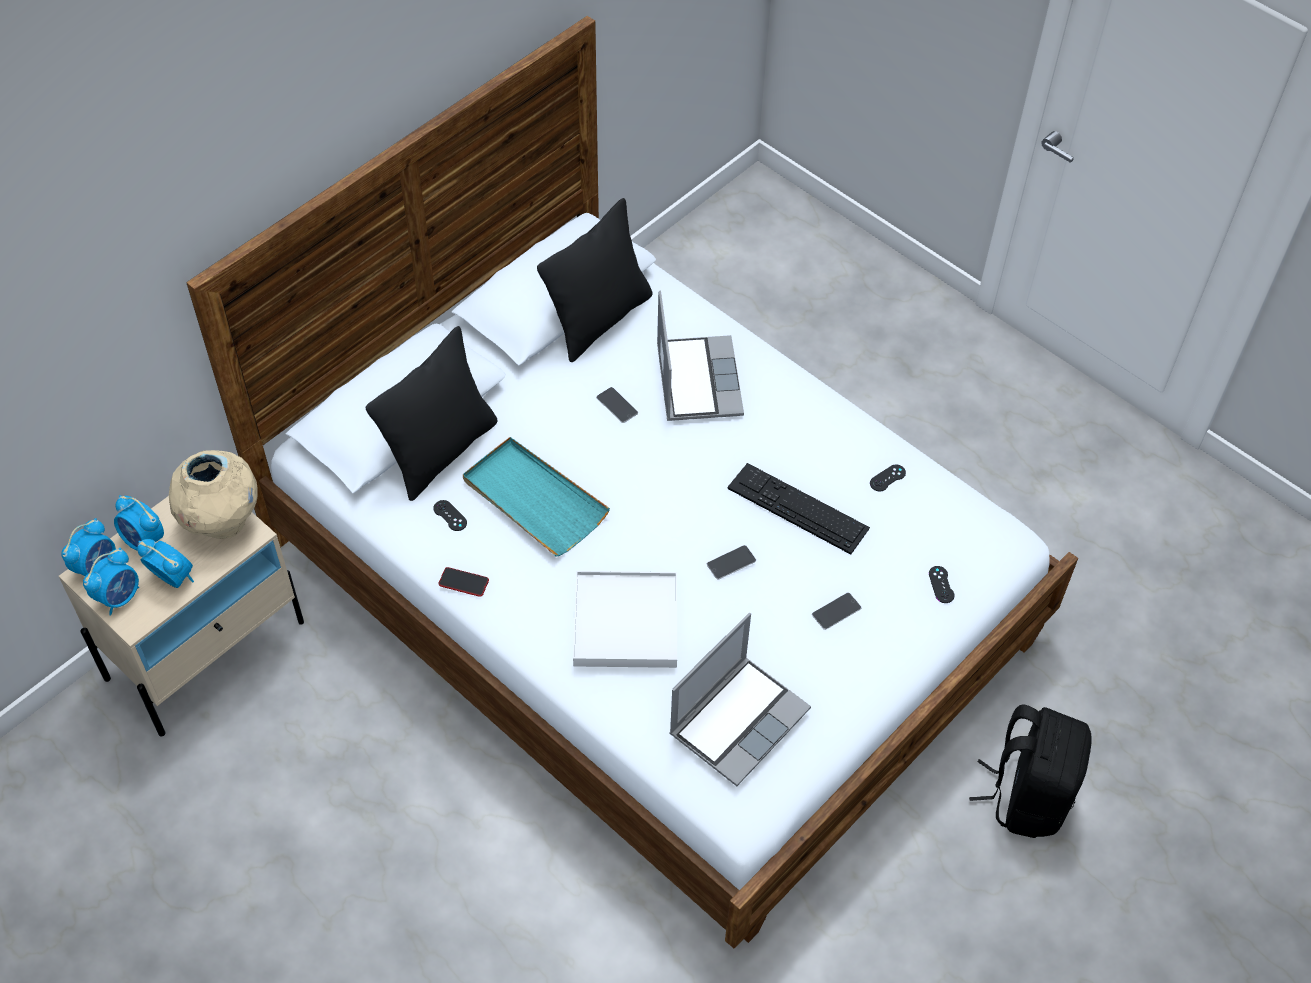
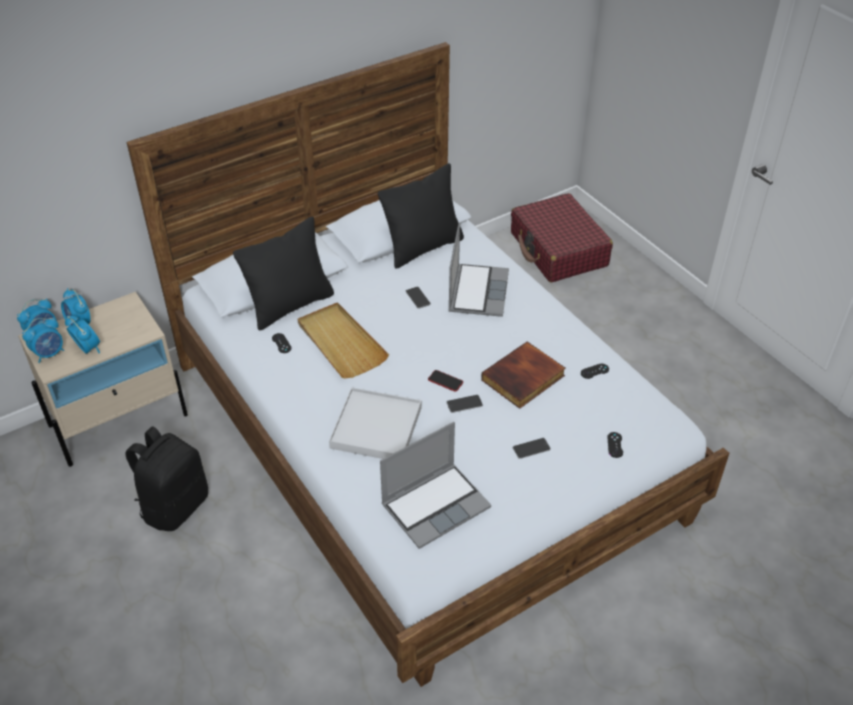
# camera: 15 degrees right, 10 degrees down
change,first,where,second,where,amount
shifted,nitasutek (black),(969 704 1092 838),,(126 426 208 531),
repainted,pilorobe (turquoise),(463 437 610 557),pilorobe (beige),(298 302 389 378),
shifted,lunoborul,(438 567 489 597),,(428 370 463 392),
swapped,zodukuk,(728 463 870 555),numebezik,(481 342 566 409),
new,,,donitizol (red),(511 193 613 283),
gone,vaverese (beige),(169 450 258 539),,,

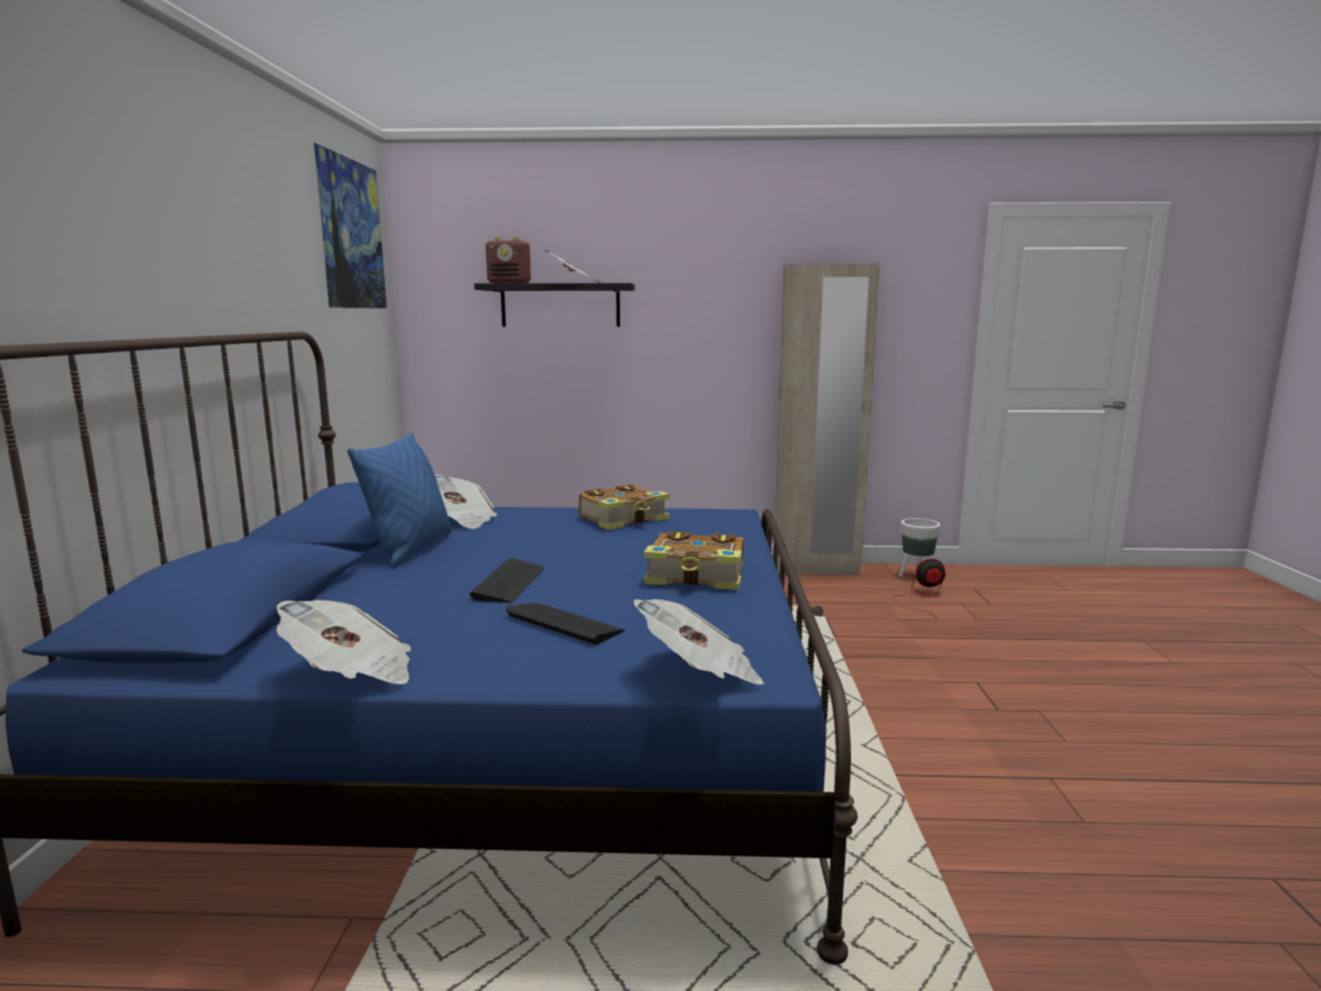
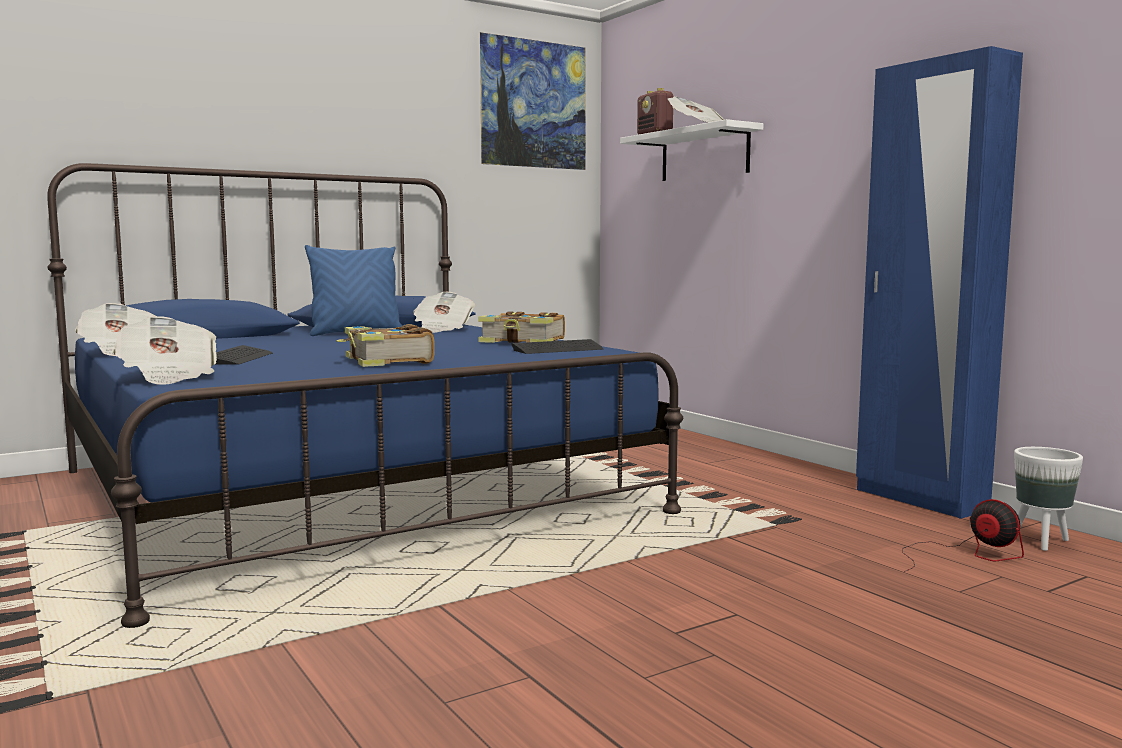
# camera: 55 degrees right, 5 degrees down
change,first,where,second,where,amount
shifted,zodukuk,(469 558 545 603),,(512 339 603 354),
repainted,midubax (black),(474 283 635 327),midubax (white),(620 119 763 181),
repainted,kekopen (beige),(775 263 880 575),kekopen (blue),(856 46 1023 519),

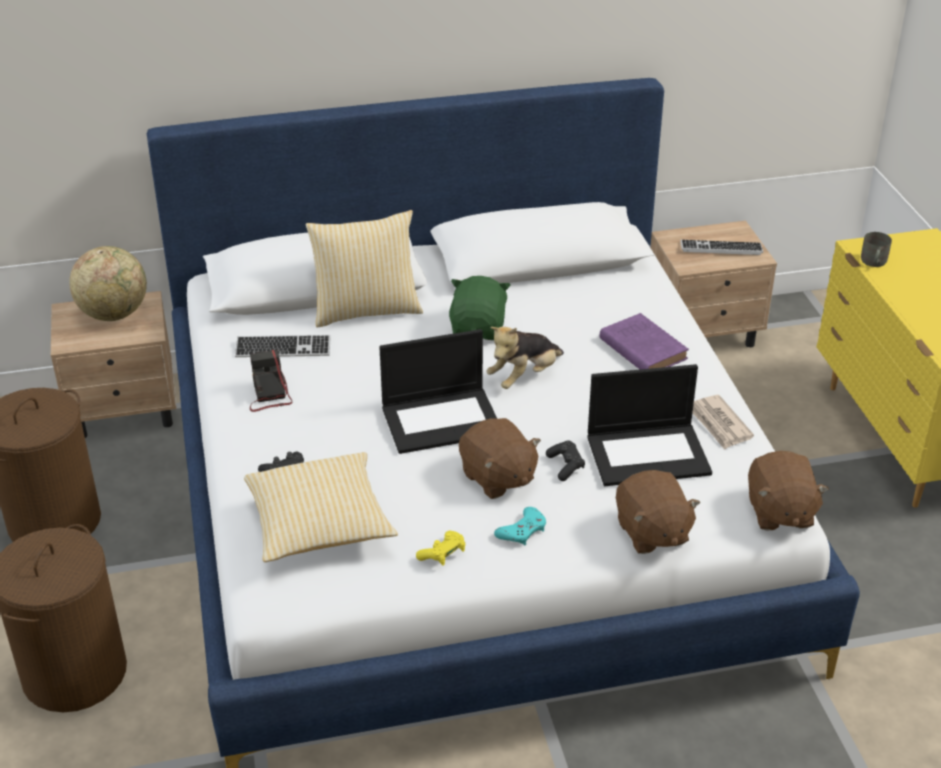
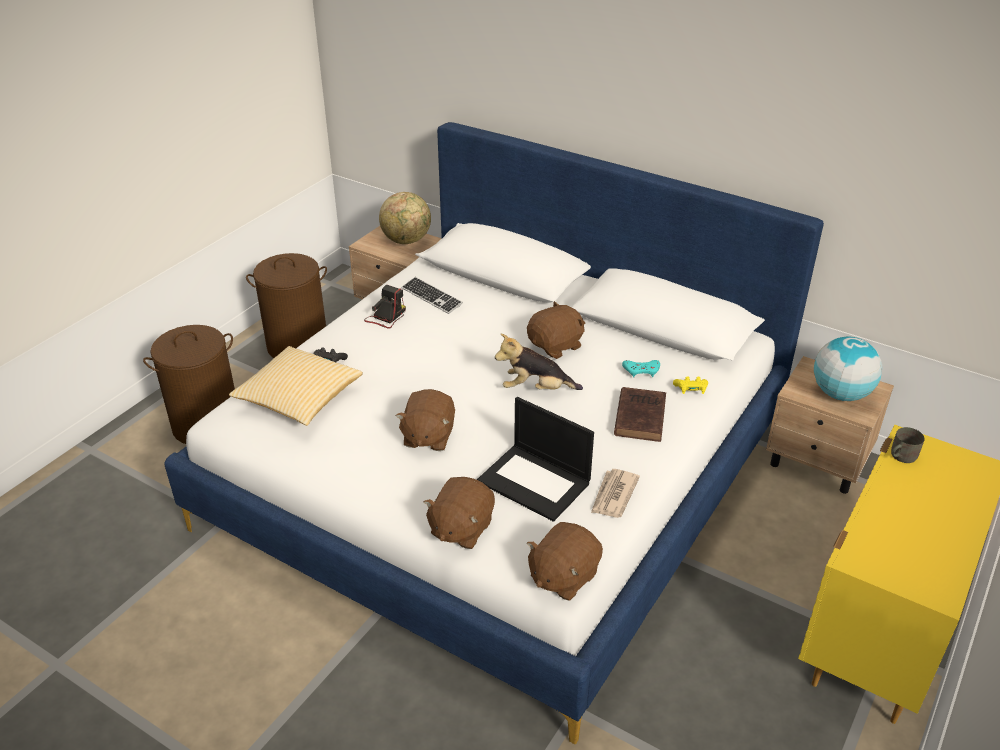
# camera: 45 degrees right, 0 degrees up
change,first,where,second,where,amount
repainted,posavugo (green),(449 276 510 340),posavugo (brown),(527 301 586 359),
repainted,numebezik (purple),(600 313 689 369),numebezik (brown),(614 387 666 442),
shifted,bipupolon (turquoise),(494 507 546 545),,(622 360 660 377),
shifted,bipupolon (yellow),(416 531 465 566),,(673 376 708 394),
swapped,zodukuk,(680 240 763 255),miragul,(814 336 882 401),
gone,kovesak,(306 210 423 328),,,
gone,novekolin,(379 329 497 454),,,
gone,bipupolon (black),(546 440 585 481),,,

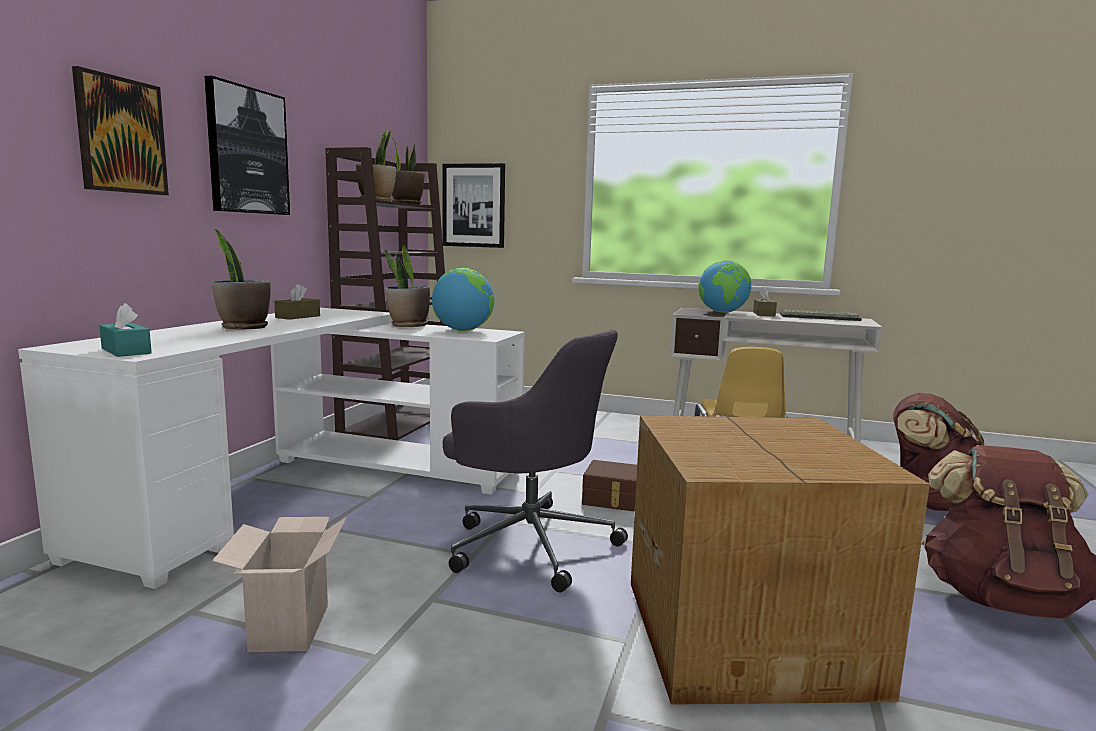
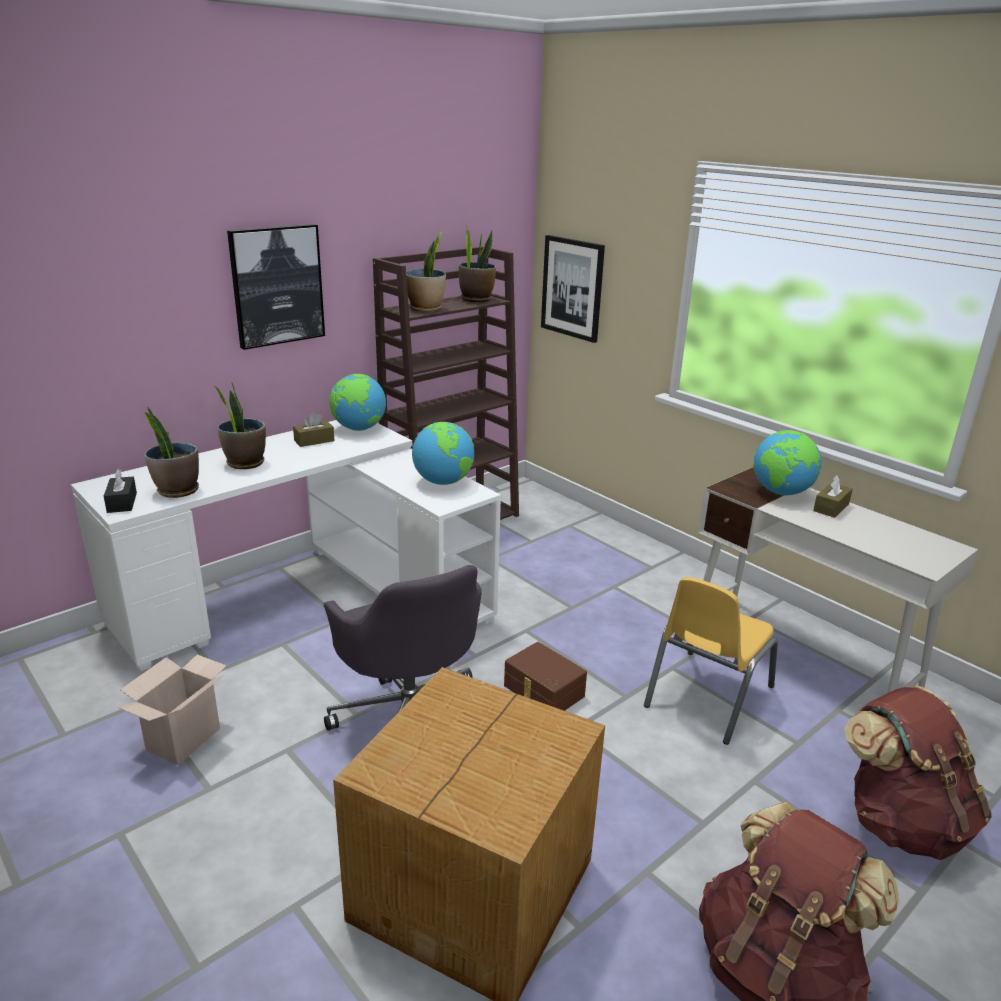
# camera: 30 degrees right, 15 degrees up
change,first,where,second,where,amount
repainted,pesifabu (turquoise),(99 303 152 357),pesifabu (black),(104 469 137 513),
shifted,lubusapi,(385 244 430 327),,(144 406 199 498),
new,,,miragul,(329 374 386 431),
gone,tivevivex,(72 66 169 195),,,
gone,zodukuk,(780 309 862 321),,,

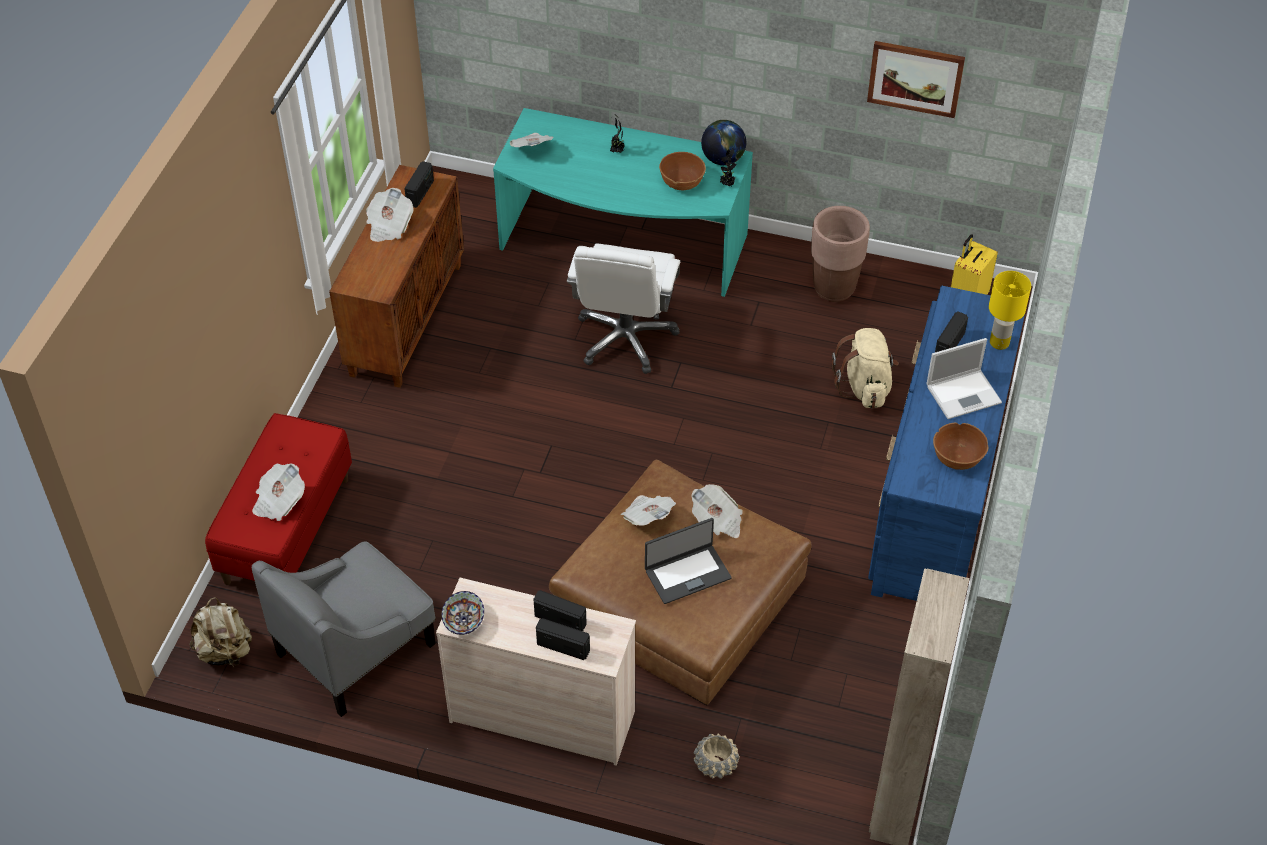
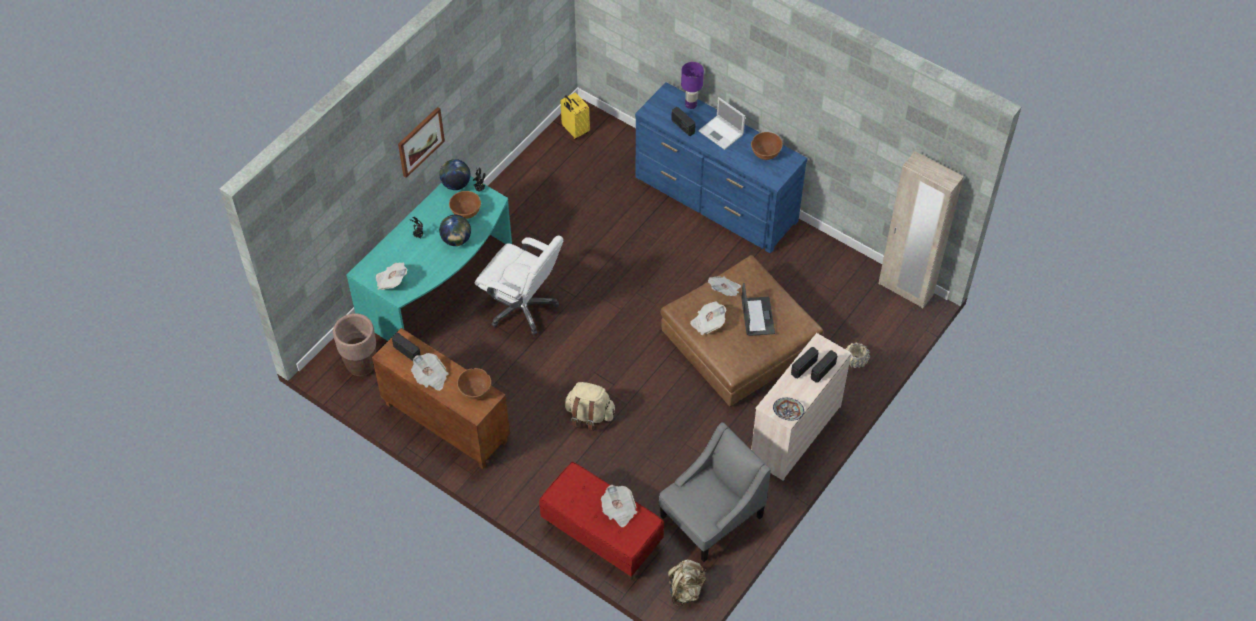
# camera: 70 degrees left, 5 degrees up
change,first,where,second,where,amount
shifted,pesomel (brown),(811 206 870 302),,(333 313 376 376),
shifted,tivevivex,(867 41 965 118),,(398 107 445 178),
new,,,miragul,(439 215 471 246),
new,,,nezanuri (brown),(457 368 491 399),
shifted,nitasutek (beige),(832 328 899 409),,(564 382 615 431),
rotated,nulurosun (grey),(252 542 436 717),,(659 422 771 562),105 degrees counterclockwise
repainted,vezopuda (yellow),(989 271 1031 350),vezopuda (purple),(681 62 704 109),
rotated,novekolin,(927 338 1002 419),,(698 97 745 150),135 degrees clockwise

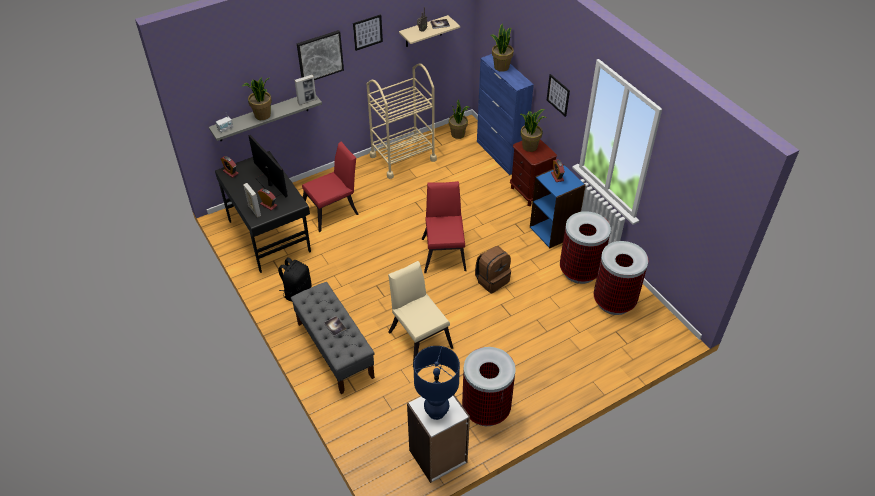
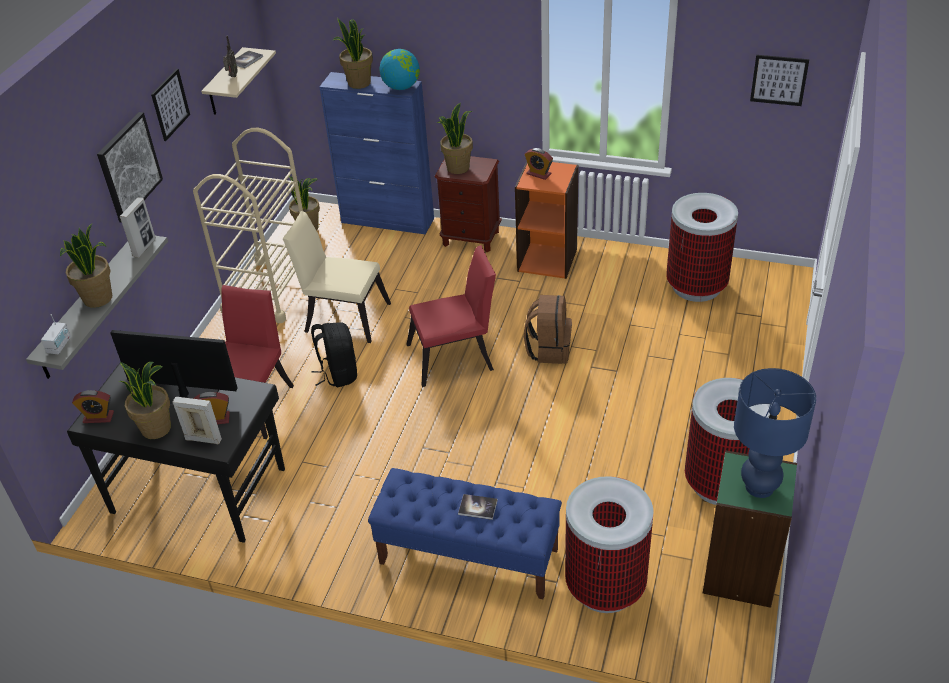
# camera: 40 degrees left, 5 degrees down
change,first,where,second,where,amount
new,,,lubusapi,(119 362 171 439),
shifted,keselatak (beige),(388 261 453 364),,(283 211 391 343),
shifted,nitasutek (black),(278 257 311 302),,(311 322 357 387),
repainted,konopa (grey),(291 282 375 394),konopa (blue),(368 468 562 599),
new,,,miragul,(380 49 420 90),
rotated,keselatak (red),(422 181 466 273),,(406 245 496 387),120 degrees clockwise
repainted,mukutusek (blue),(530 164 586 248),mukutusek (orange),(515 161 579 279),
shifted,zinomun,(560 211 611 284),,(565 476 654 613),
repainted,mukutusek (white),(407 395 470 483),mukutusek (green),(703 450 797 608),
shifted,tivevivex,(547 74 570 117),,(750 55 809 106),

